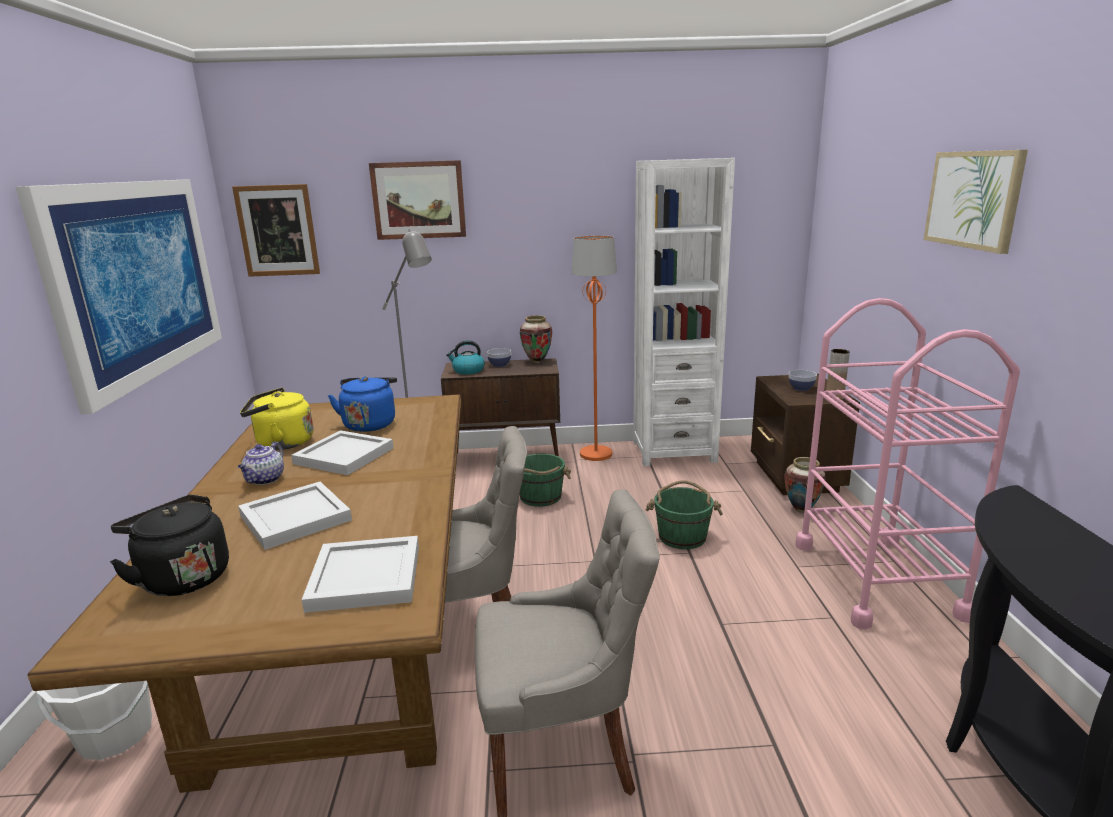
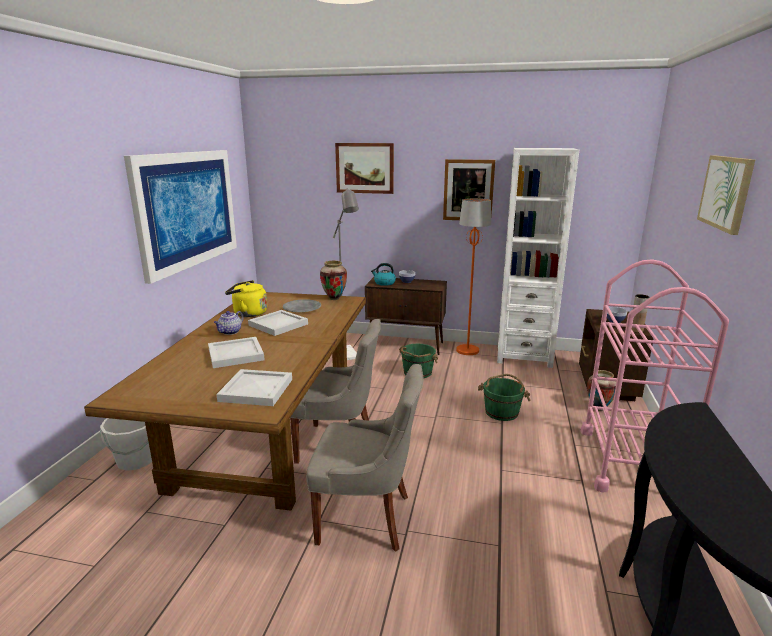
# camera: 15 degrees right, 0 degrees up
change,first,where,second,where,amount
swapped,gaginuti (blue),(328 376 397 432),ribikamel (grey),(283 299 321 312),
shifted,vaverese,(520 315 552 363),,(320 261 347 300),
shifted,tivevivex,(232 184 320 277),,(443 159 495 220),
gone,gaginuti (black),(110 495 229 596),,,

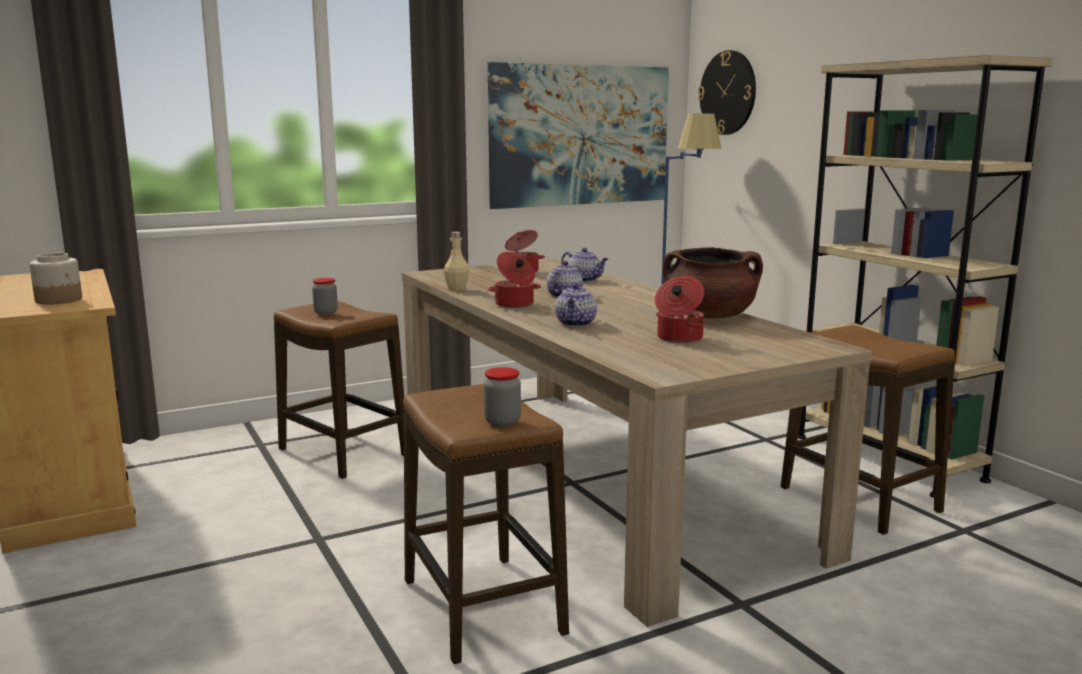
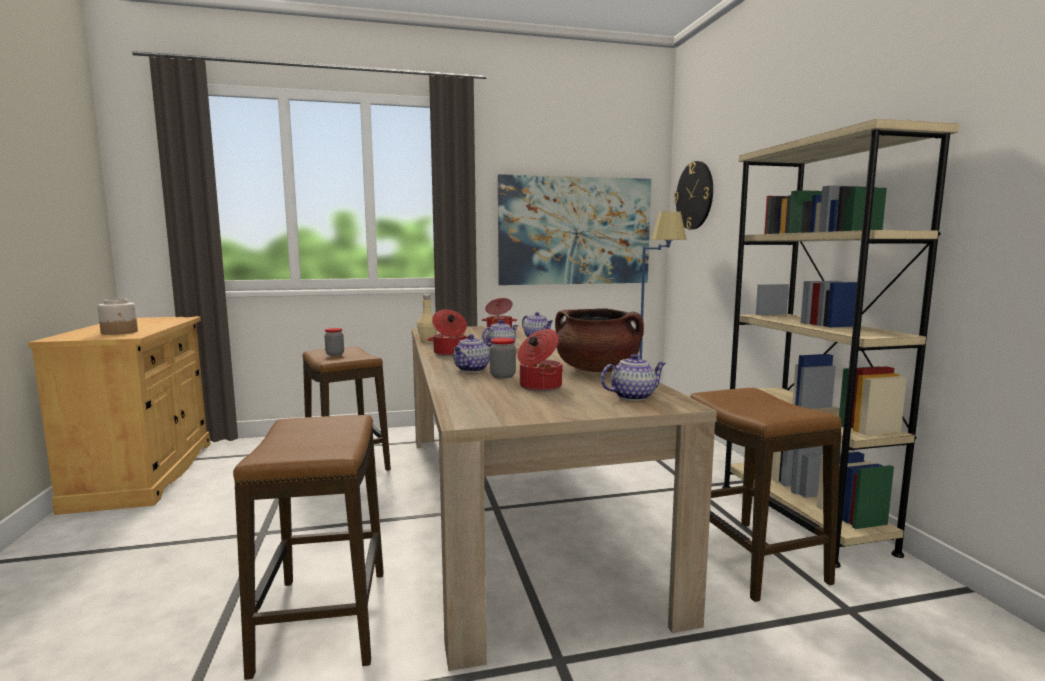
# camera: 15 degrees right, 5 degrees down
change,first,where,second,where,amount
shifted,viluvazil,(484 367 521 427),,(490 338 516 378),
new,,,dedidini,(601 354 666 401),

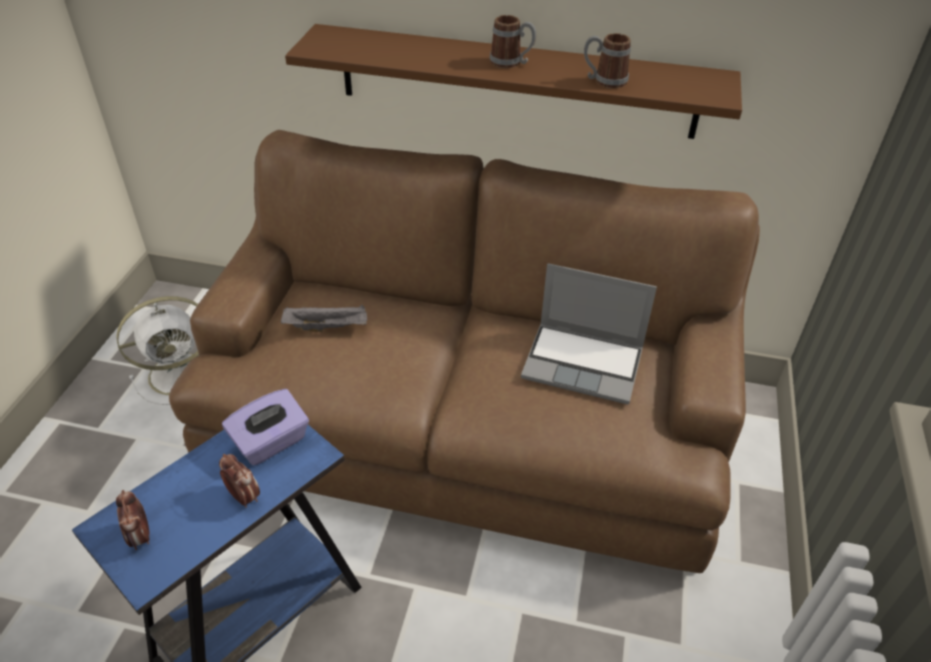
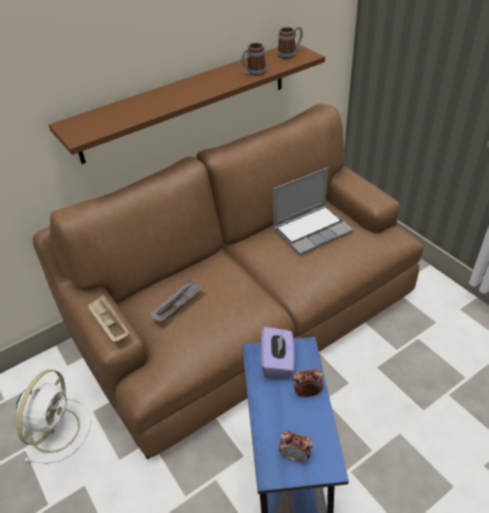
# camera: 45 degrees left, 0 degrees up
change,first,where,second,where,amount
new,,,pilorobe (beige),(87 295 130 342),
shifted,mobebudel,(490 15 536 68),,(277 26 303 59),

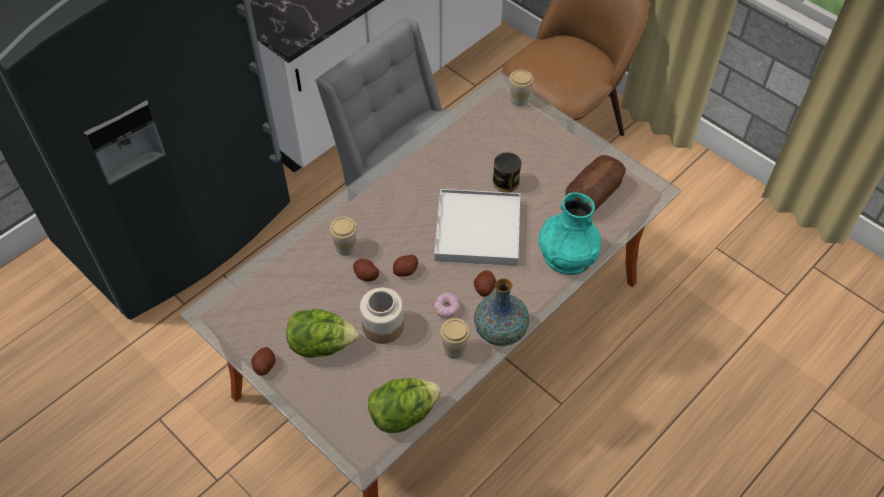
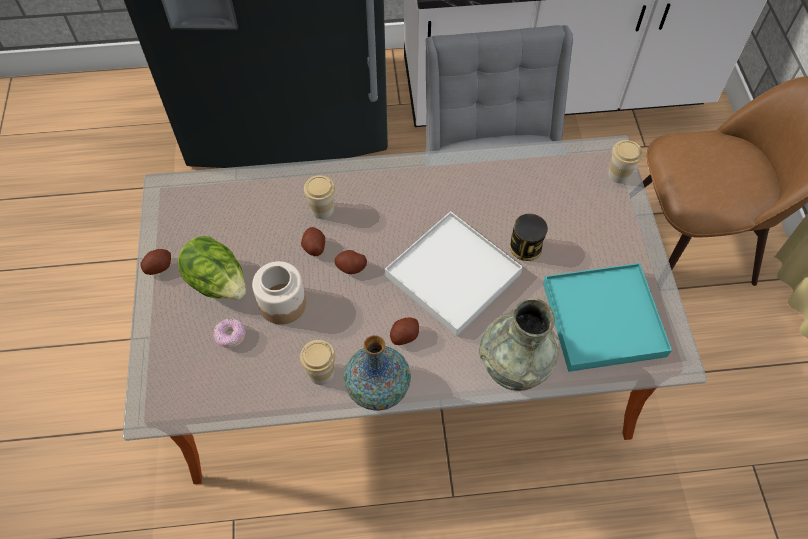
# camera: 40 degrees right, 5 degrees up
change,first,where,second,where,amount
shifted,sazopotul,(434 292 460 318),,(213 318 246 348),
repainted,vaverese (turquoise),(539 192 601 275),vaverese (grey),(479 298 559 391),
swapped,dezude,(565 155 626 212),pilorobe (turquoise),(543 263 672 372),
gone,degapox,(368 378 441 433),,,

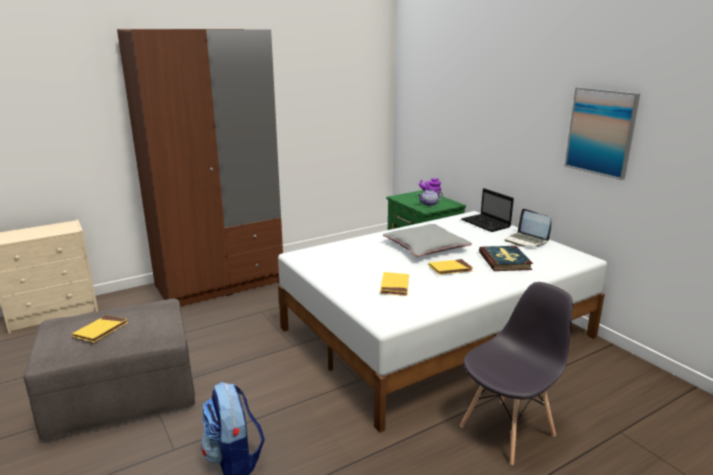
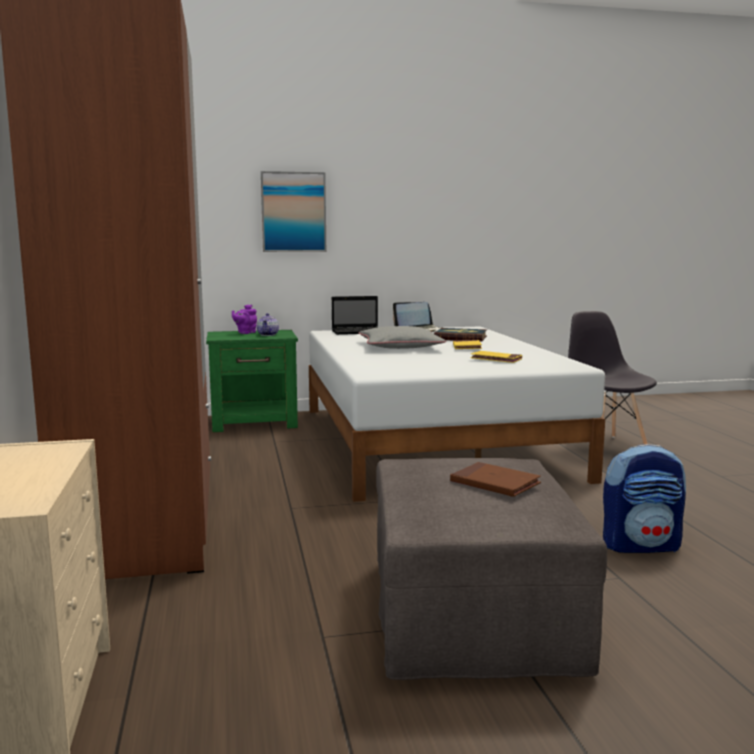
# camera: 70 degrees left, 10 degrees down
change,first,where,second,where,amount
shifted,tivevivex,(565 87 640 180),,(261 171 326 252),
repainted,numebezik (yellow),(72 315 128 342),numebezik (brown),(450 462 541 497),

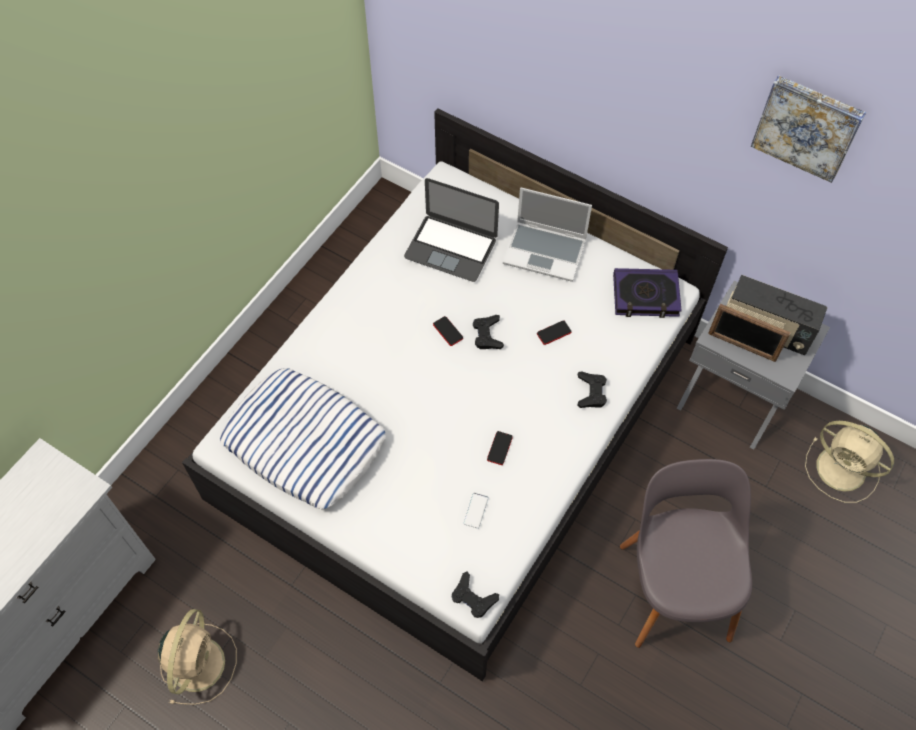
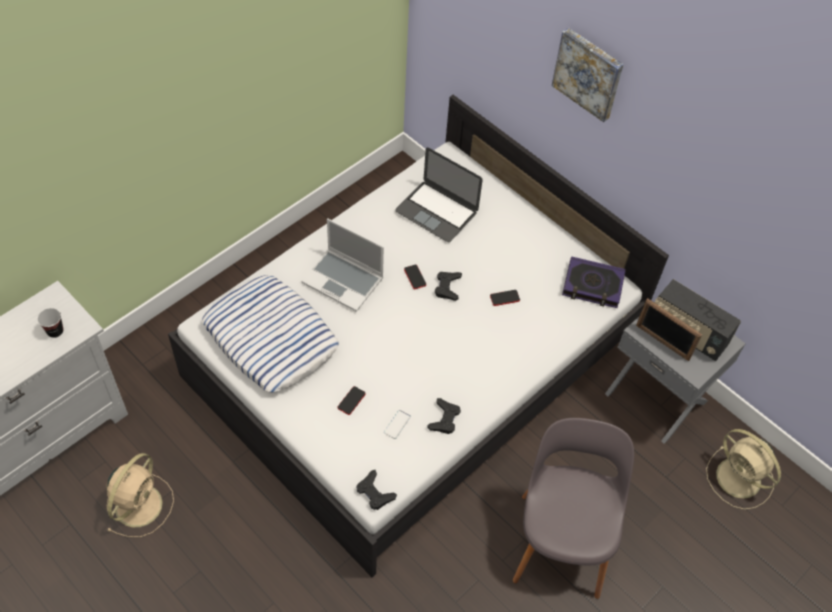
# camera: 10 degrees right, 5 degrees down
change,first,where,second,where,amount
new,,,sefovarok,(37 308 64 338),
shifted,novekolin,(503 188 592 282),,(301 219 384 312),
shifted,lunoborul,(487 431 513 465),,(338 386 366 415),
shifted,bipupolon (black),(577 371 607 408),,(427 398 461 434),
shifted,tivevivex,(751 75 866 183),,(552 28 624 122),

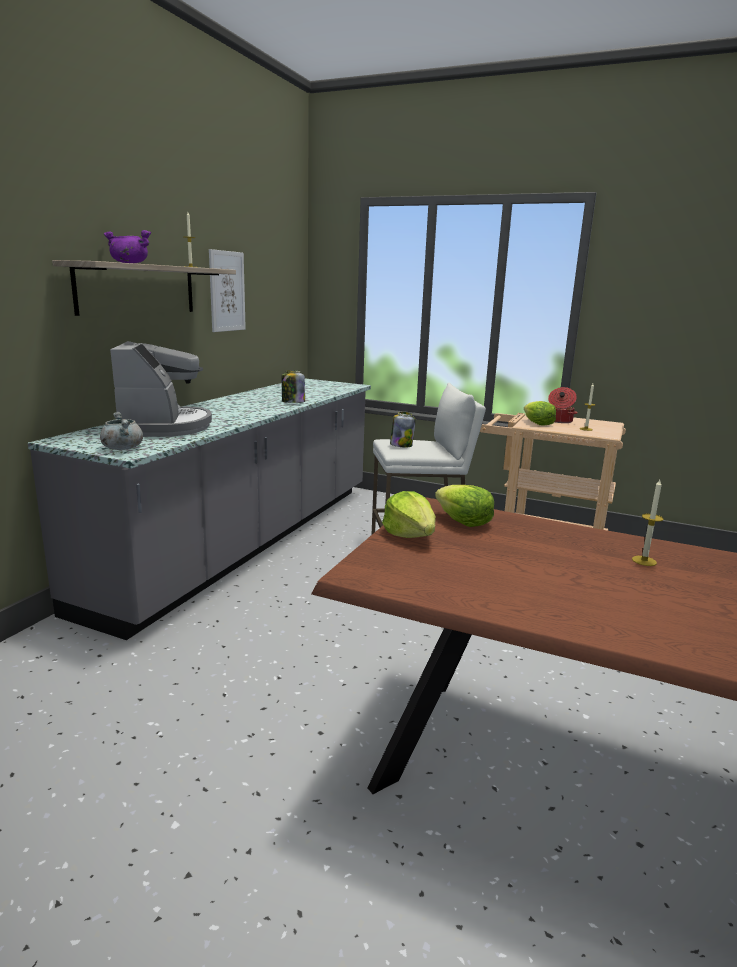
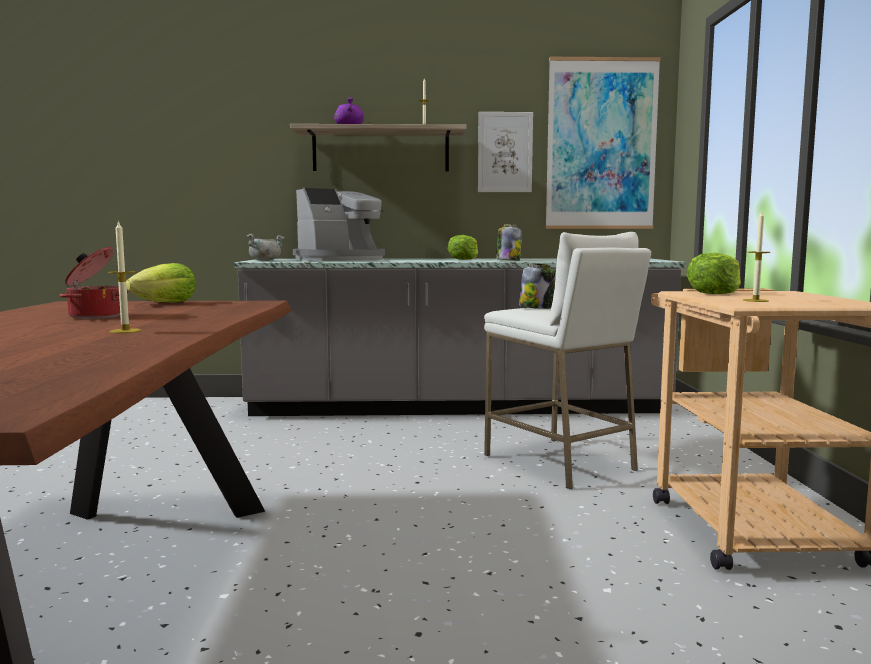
# camera: 65 degrees right, 10 degrees down
change,first,where,second,where,amount
shifted,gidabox,(548 387 578 423),,(59 247 129 319),
shifted,degapox,(435 485 494 527),,(448 235 478 260),
new,,,tivevivex,(545 57 661 229),

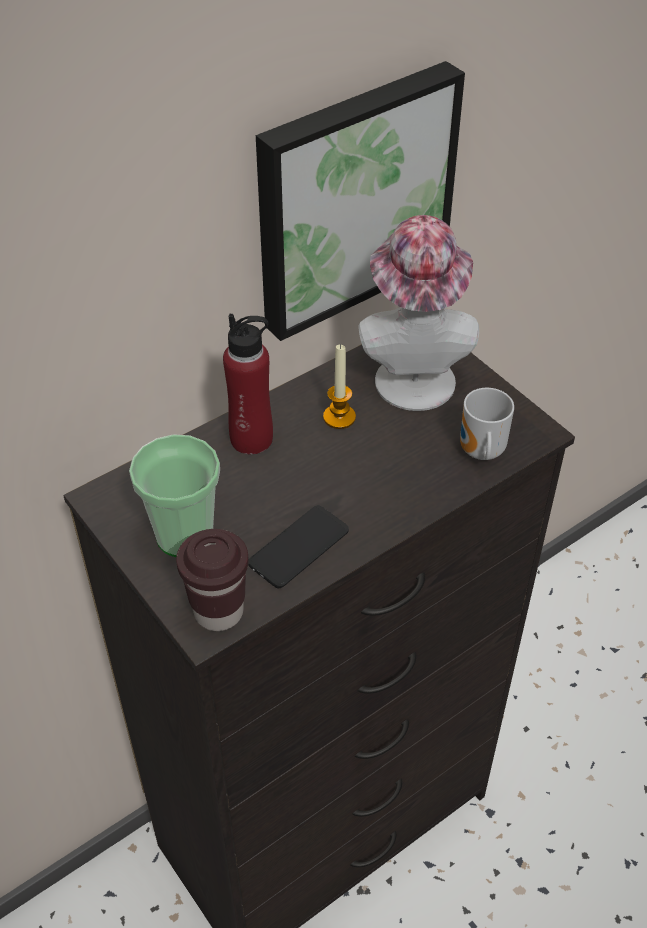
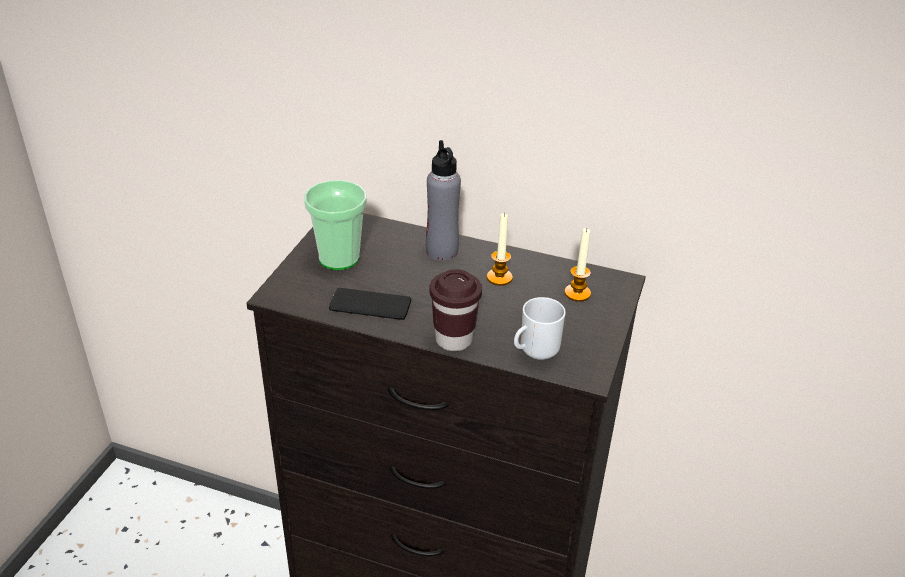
# camera: 55 degrees right, 10 degrees down
change,first,where,second,where,amount
repainted,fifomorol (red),(223 314 273 454),fifomorol (grey),(426 140 461 261),
shifted,sefovarok (brown),(176 529 249 631),,(429 269 482 351),
swapped,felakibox,(358 215 479 411),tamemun,(564 228 591 302),
gone,tivevivex,(256 61 465 341),,,

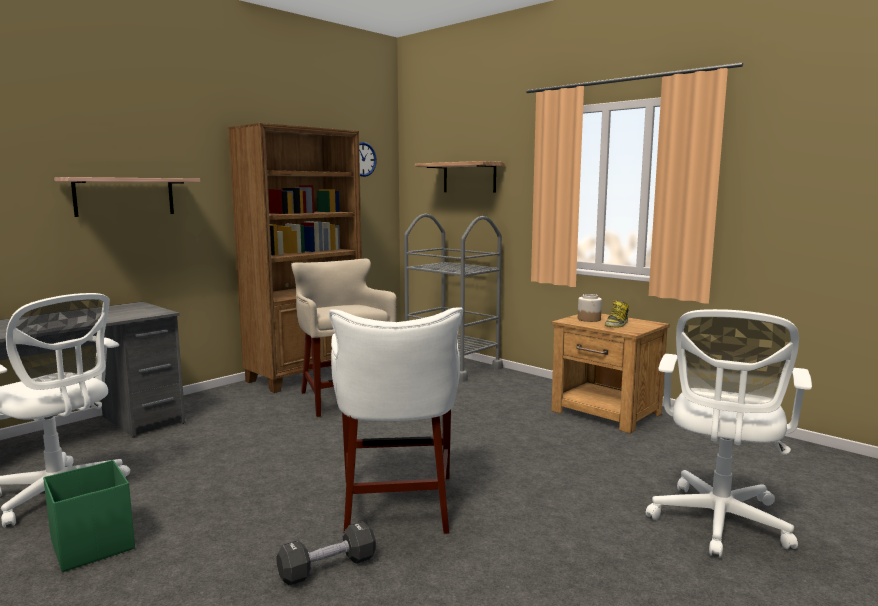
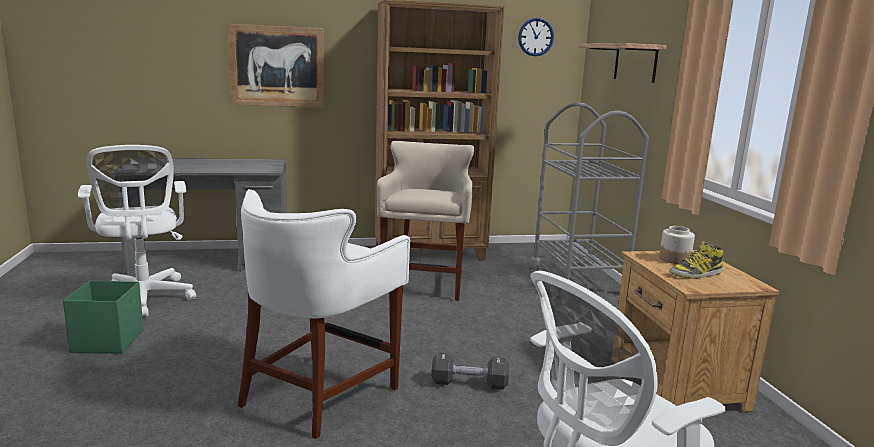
# camera: 35 degrees right, 5 degrees up
change,first,where,second,where,amount
swapped,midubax,(54 177 200 217),tivevivex,(228 24 324 107),
shifted,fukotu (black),(276 521 376 585),,(431 353 509 389),

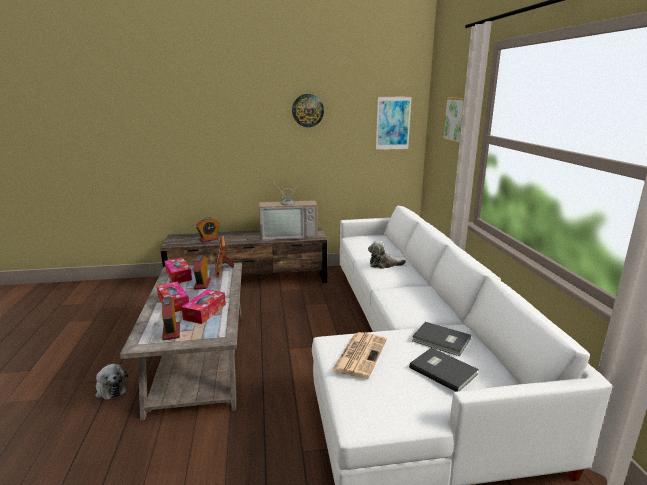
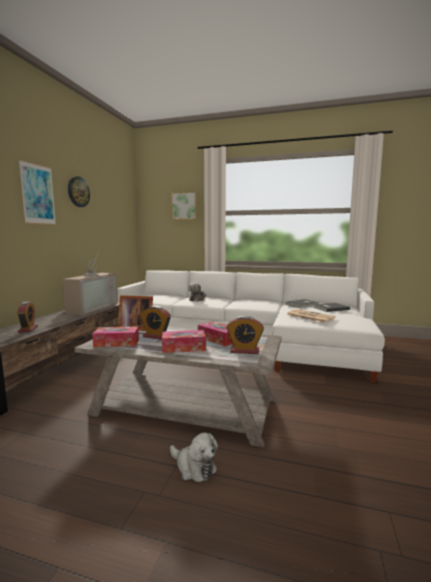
# camera: 65 degrees left, 10 degrees down
change,first,where,second,where,amount
shifted,tivevivex,(376 96 412 150),,(18 159 56 225),
rotated,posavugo,(95 364 128 400),,(170 432 218 482),60 degrees clockwise

